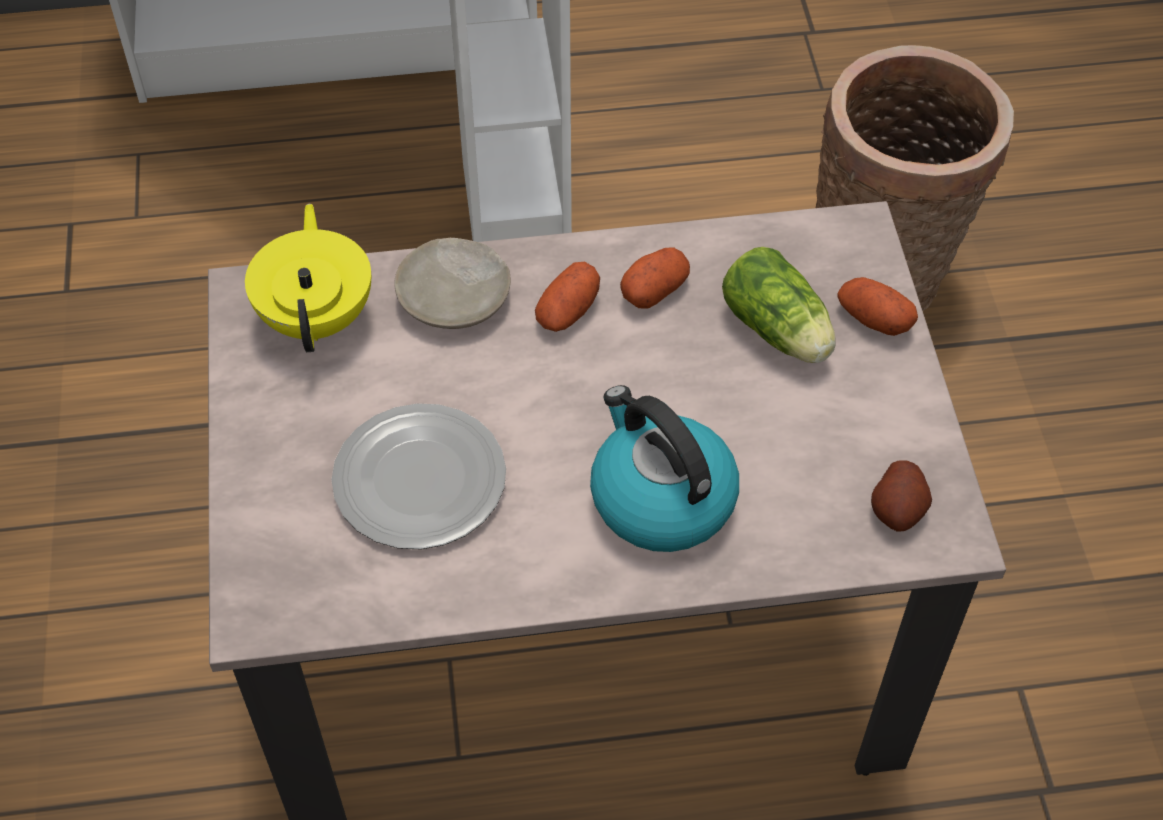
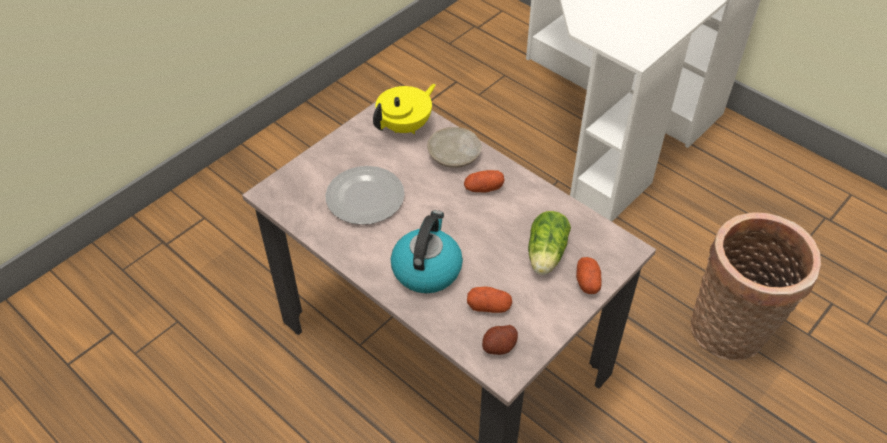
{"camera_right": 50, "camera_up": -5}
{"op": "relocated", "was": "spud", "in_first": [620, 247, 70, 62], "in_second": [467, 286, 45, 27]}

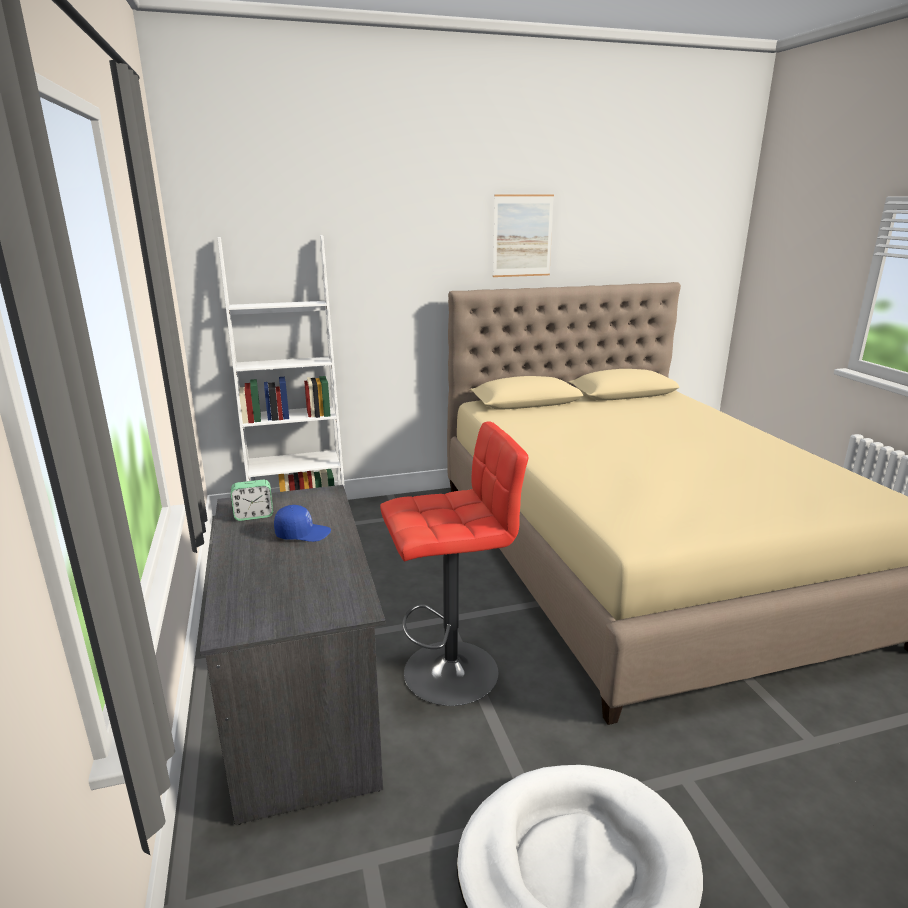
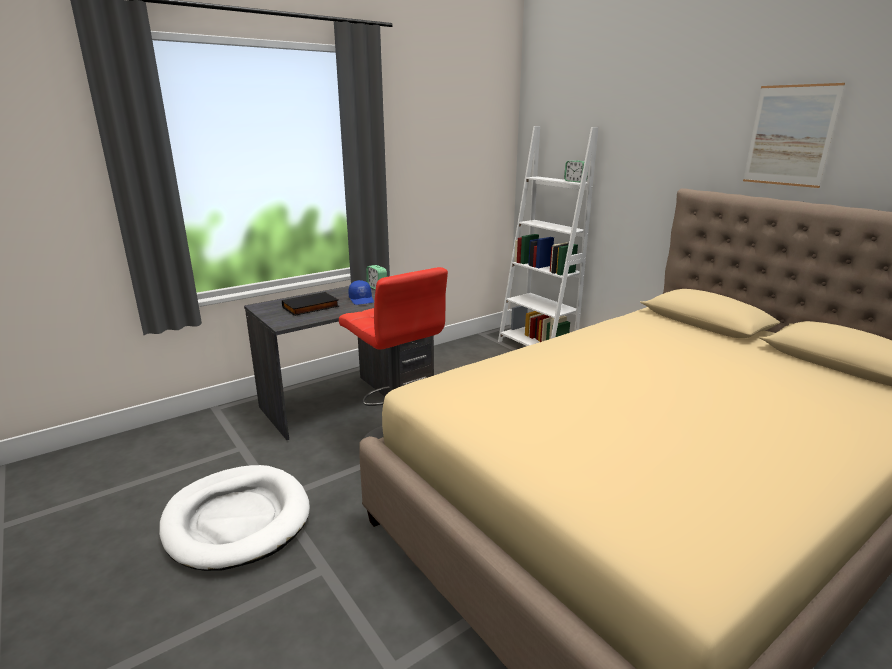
{"camera_right": 70, "camera_up": 0}
{"op": "appeared", "now": "black-coloured book", "in_second": [282, 292, 57, 24]}
{"op": "appeared", "now": "bedside clock", "in_second": [564, 161, 24, 21]}

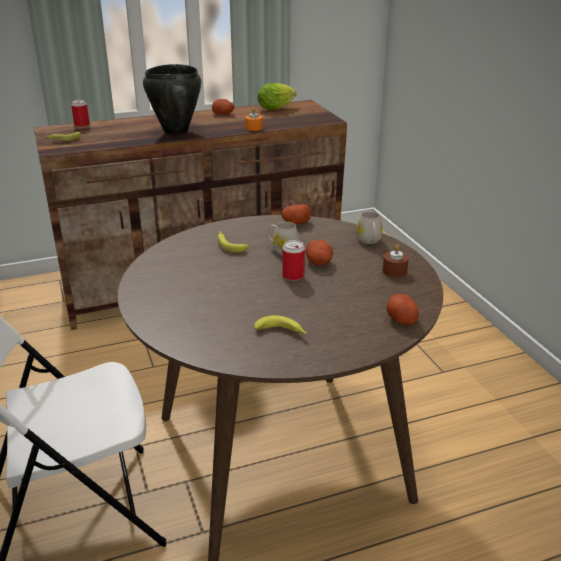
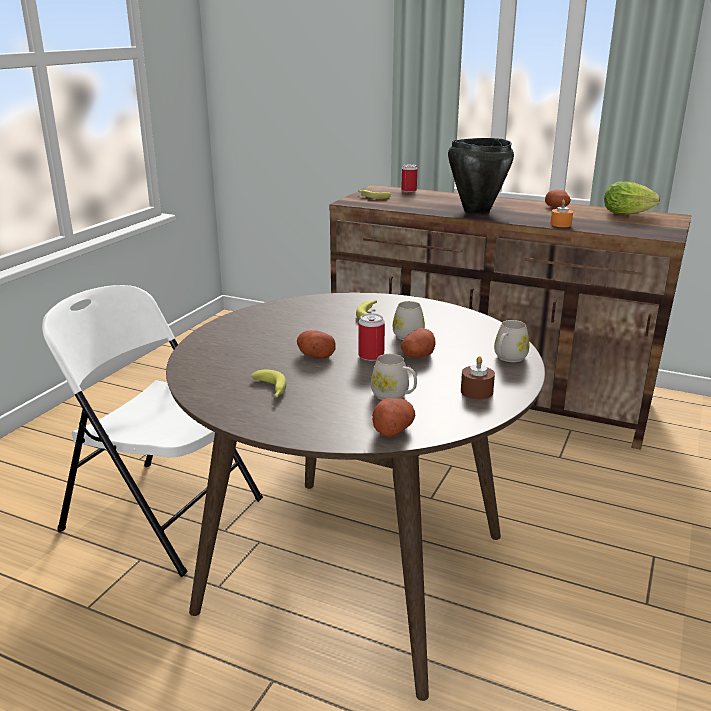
{"camera_right": 45, "camera_up": -5}
{"op": "relocated", "was": "spud", "in_first": [281, 204, 30, 20], "in_second": [297, 330, 39, 29]}
{"op": "appeared", "now": "white-coloured tea mug", "in_second": [371, 354, 46, 46]}

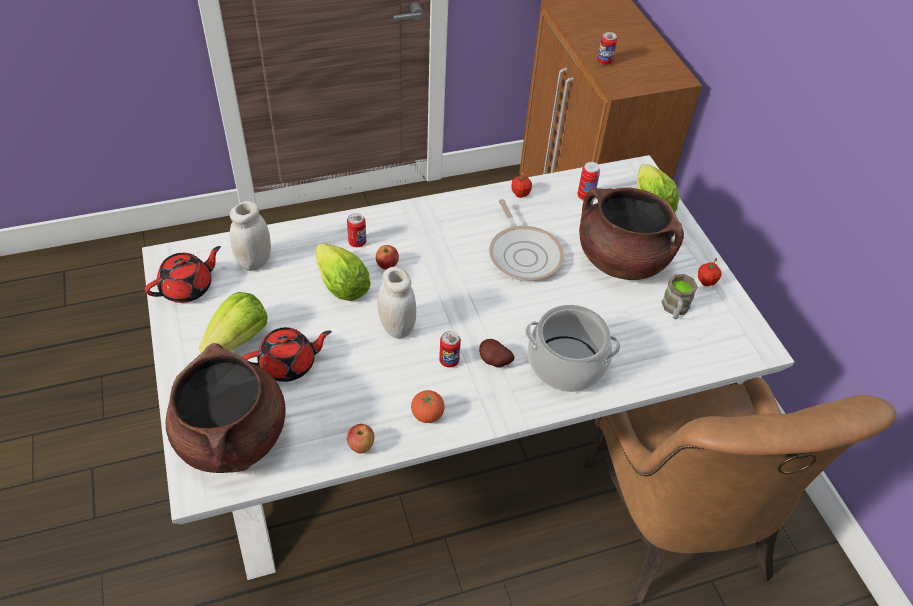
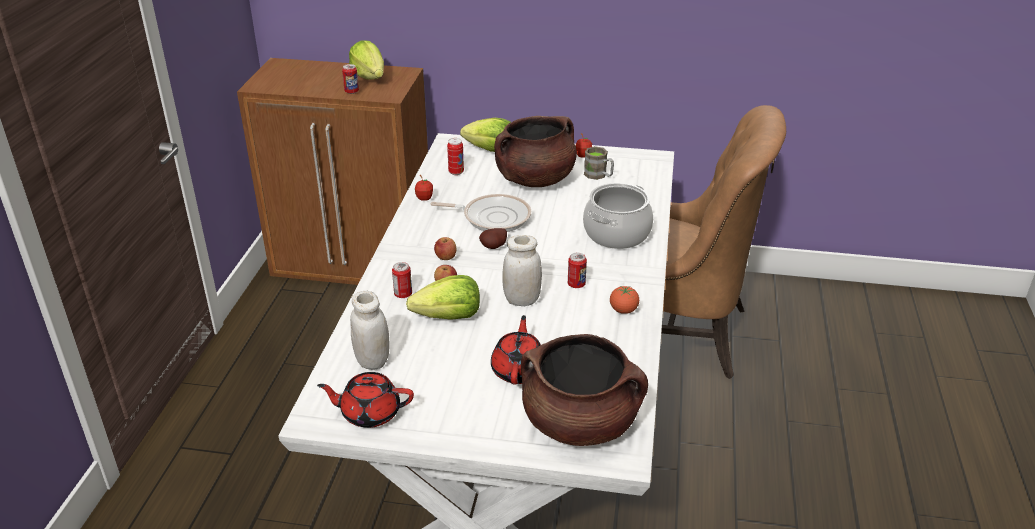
{"camera_right": -60, "camera_up": -15}
{"op": "spun", "was": "reddish tea pot", "in_first": [145, 246, 76, 57], "in_second": [317, 372, 97, 56], "clockwise": -75}
{"op": "relocated", "was": "lettuce", "in_first": [199, 292, 69, 61], "in_second": [349, 40, 35, 40]}
{"op": "relocated", "was": "apple", "in_first": [347, 424, 27, 30], "in_second": [434, 237, 22, 23]}
{"op": "relocated", "was": "spud", "in_first": [479, 339, 36, 29], "in_second": [479, 228, 28, 21]}

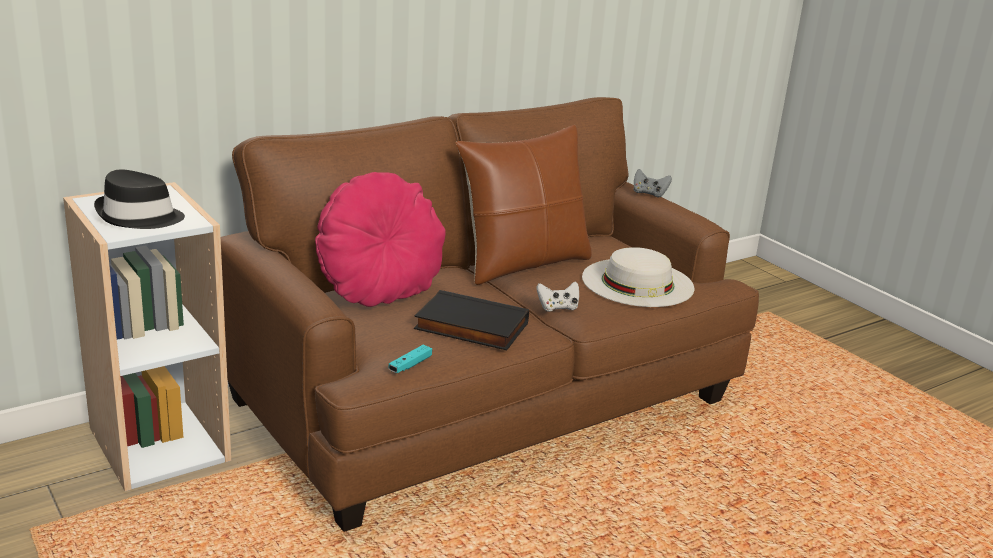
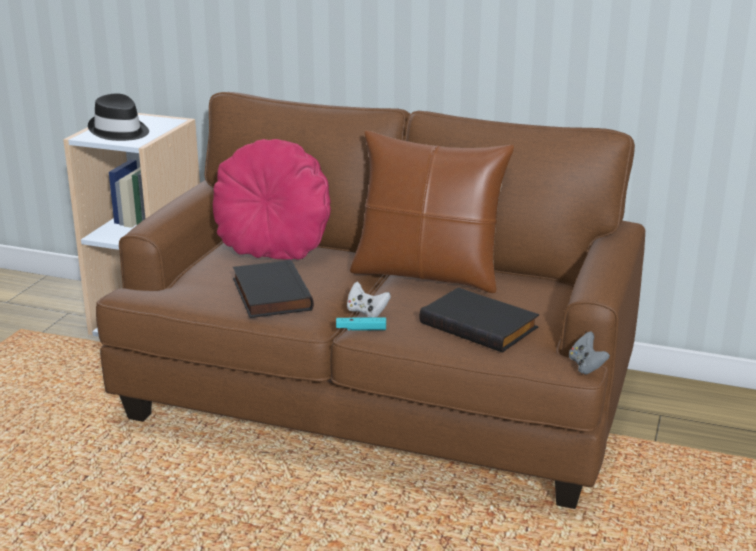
{"camera_right": 55, "camera_up": 0}
{"op": "relocated", "was": "turquoise-coloured joypad", "in_first": [388, 345, 44, 28], "in_second": [336, 317, 50, 14]}
{"op": "exchanged", "was": "white-coloured clothing hat", "now": "black-coloured book", "in_first": [582, 247, 112, 60], "in_second": [420, 287, 119, 66]}
{"op": "relocated", "was": "greyish joypad", "in_first": [633, 169, 39, 28], "in_second": [569, 331, 41, 43]}

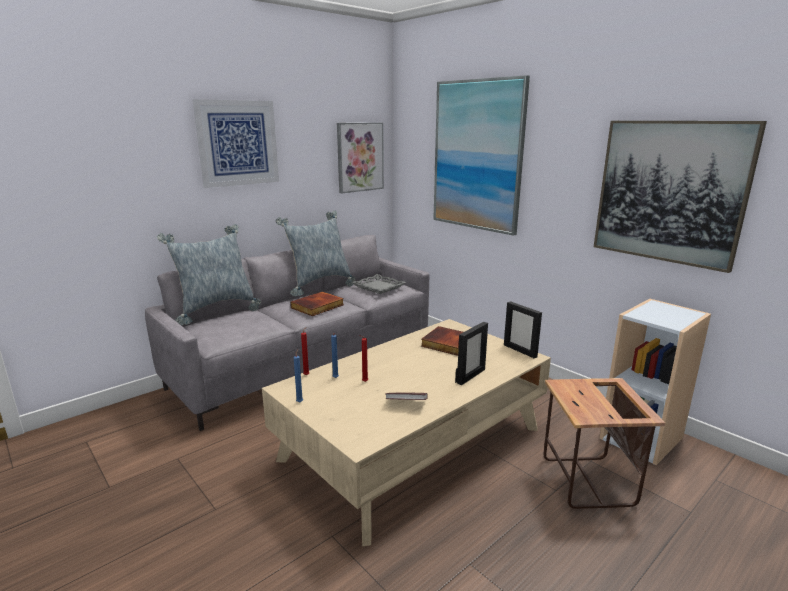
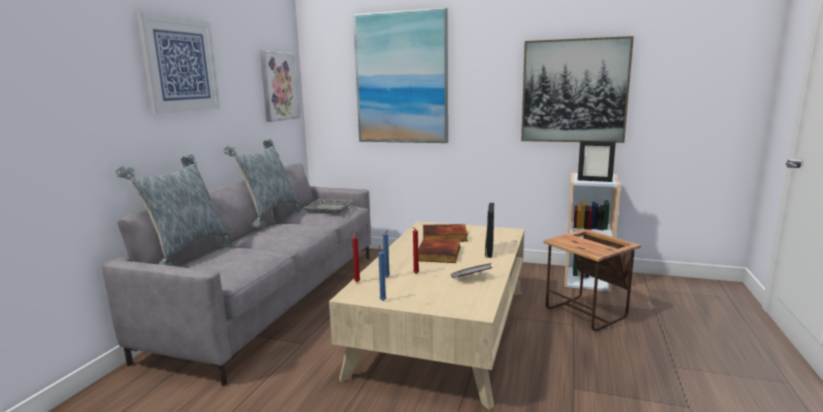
{"camera_right": -30, "camera_up": -5}
{"op": "relocated", "was": "book", "in_first": [290, 292, 54, 24], "in_second": [418, 238, 43, 25]}
{"op": "relocated", "was": "picture frame", "in_first": [504, 301, 38, 57], "in_second": [578, 140, 38, 42]}

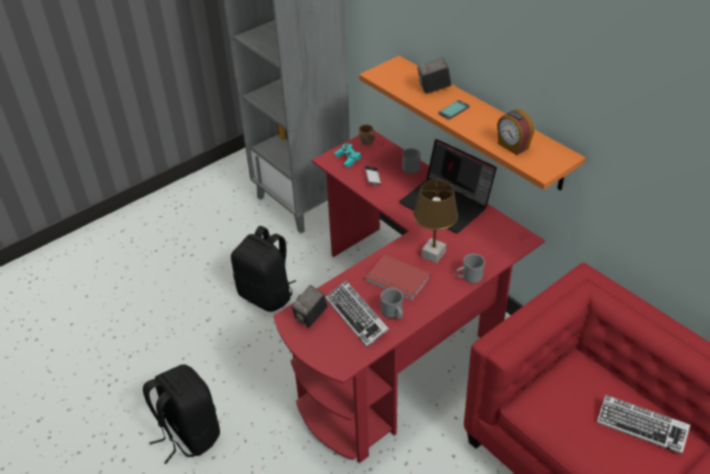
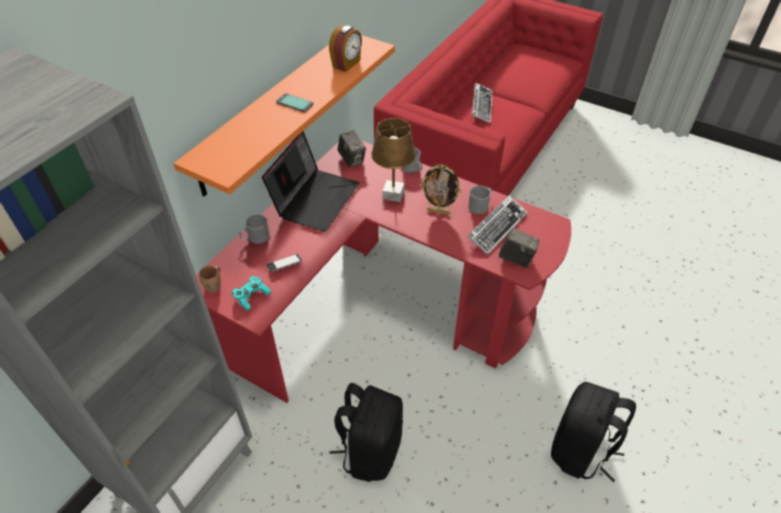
{"camera_right": -110, "camera_up": 5}
{"op": "exchanged", "was": "reddish book", "now": "picture frame", "in_first": [365, 254, 66, 47], "in_second": [420, 164, 41, 51]}
{"op": "relocated", "was": "photo camera", "in_first": [417, 58, 34, 36], "in_second": [337, 130, 29, 37]}

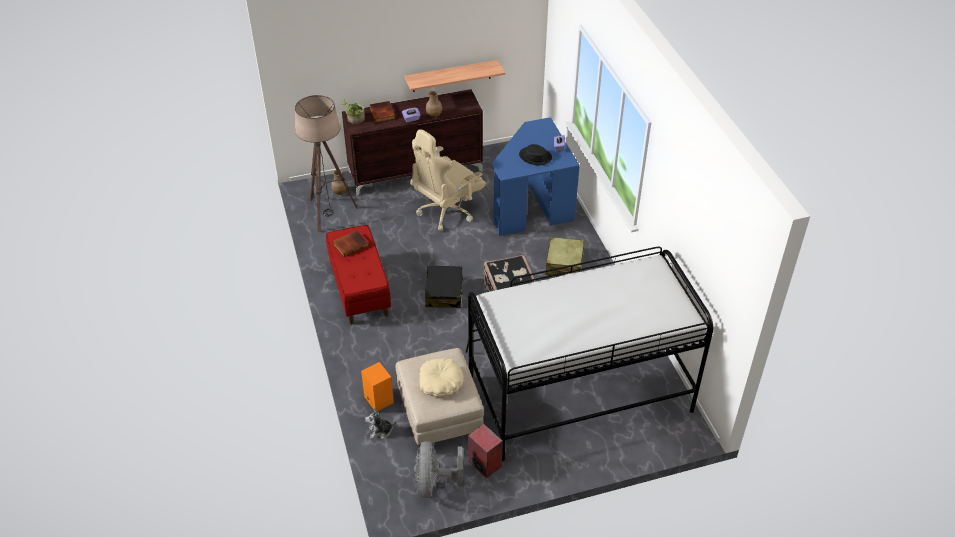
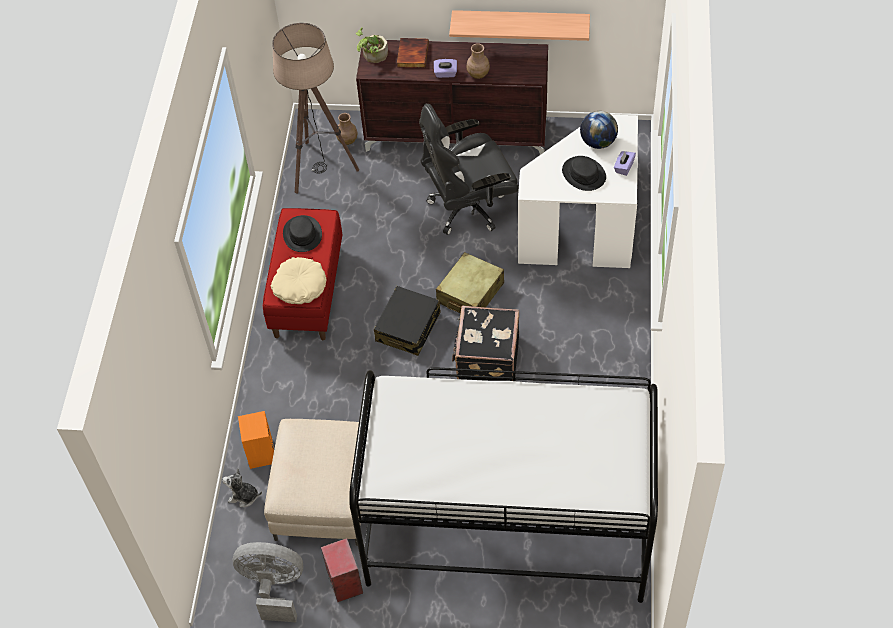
{"camera_right": 25, "camera_up": 10}
{"op": "exchanged", "was": "book", "now": "black-coloured clothing hat", "in_first": [333, 231, 35, 26], "in_second": [283, 215, 39, 37]}
{"op": "colour", "was": "sand-coloured office chair", "now": "black-coloured office chair", "in_first": [410, 129, 76, 102], "in_second": [419, 104, 100, 131]}
{"op": "spun", "was": "greyish electric fan", "in_first": [414, 441, 49, 57], "in_second": [233, 542, 70, 80], "clockwise": 75}
{"op": "relocated", "was": "sand-coloured throw pillow", "in_first": [419, 358, 44, 39], "in_second": [271, 257, 55, 47]}
{"op": "colour", "was": "bluish desk table", "now": "white-coloured desk table", "in_first": [492, 117, 88, 119], "in_second": [518, 115, 120, 153]}
{"op": "relocated", "was": "sand-coloured suitcase", "in_first": [545, 237, 39, 40], "in_second": [436, 252, 68, 62]}
{"op": "appeared", "now": "desk globe", "in_second": [580, 111, 38, 38]}

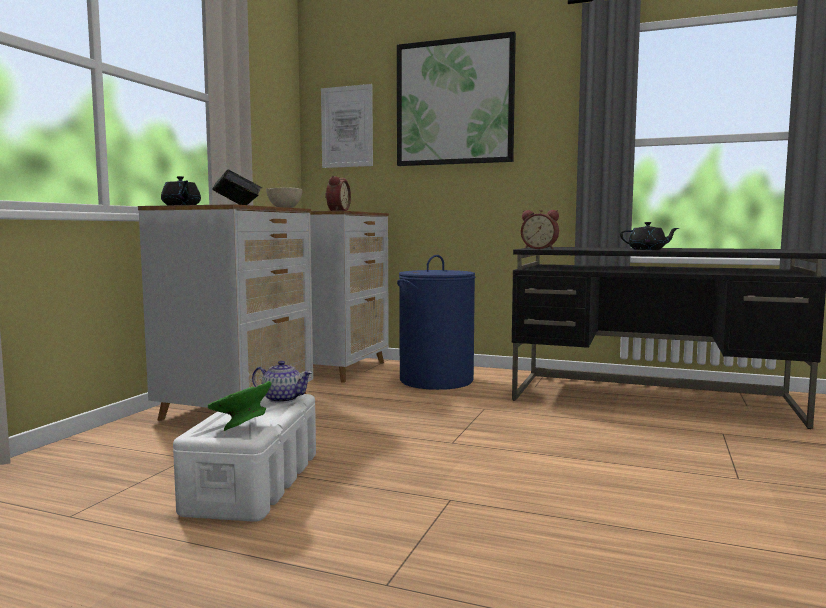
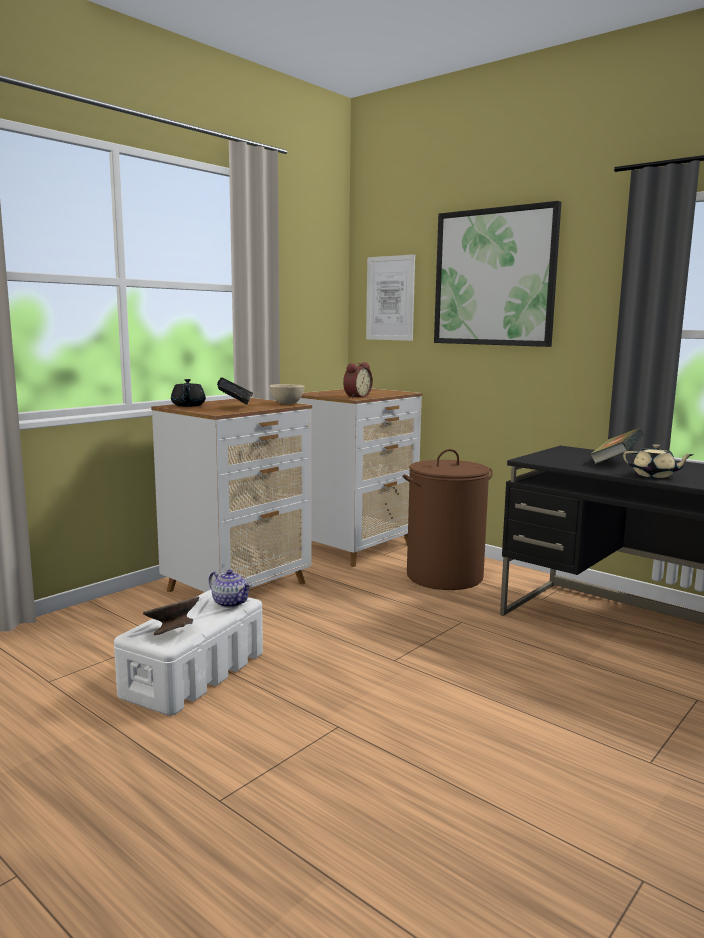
{"camera_right": 20, "camera_up": 5}
{"op": "colour", "was": "greenish serving bowl", "now": "greyish serving bowl", "in_first": [208, 381, 64, 50], "in_second": [143, 596, 56, 39]}
{"op": "colour", "was": "bluish laundry basket", "now": "brown laundry basket", "in_first": [397, 255, 78, 135], "in_second": [403, 449, 90, 141]}
{"op": "missing", "was": "bedside clock", "in_first": [521, 210, 38, 39]}
{"op": "colour", "was": "black-coloured tea pot", "now": "sand-coloured tea pot", "in_first": [620, 222, 59, 28], "in_second": [623, 444, 71, 34]}
{"op": "appeared", "now": "book", "in_second": [589, 428, 55, 36]}

